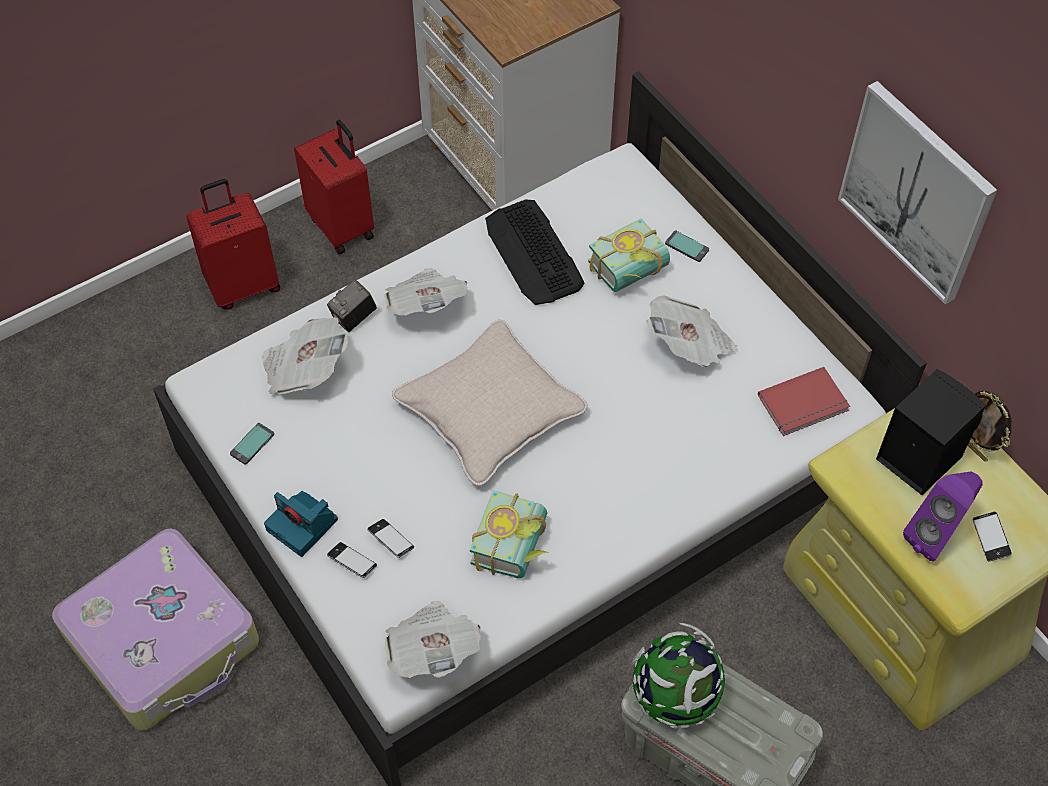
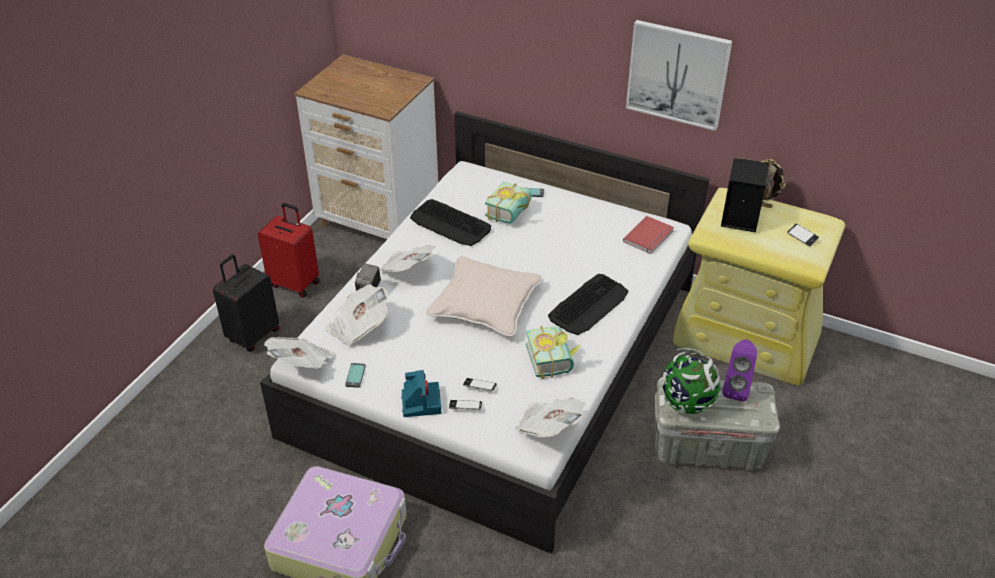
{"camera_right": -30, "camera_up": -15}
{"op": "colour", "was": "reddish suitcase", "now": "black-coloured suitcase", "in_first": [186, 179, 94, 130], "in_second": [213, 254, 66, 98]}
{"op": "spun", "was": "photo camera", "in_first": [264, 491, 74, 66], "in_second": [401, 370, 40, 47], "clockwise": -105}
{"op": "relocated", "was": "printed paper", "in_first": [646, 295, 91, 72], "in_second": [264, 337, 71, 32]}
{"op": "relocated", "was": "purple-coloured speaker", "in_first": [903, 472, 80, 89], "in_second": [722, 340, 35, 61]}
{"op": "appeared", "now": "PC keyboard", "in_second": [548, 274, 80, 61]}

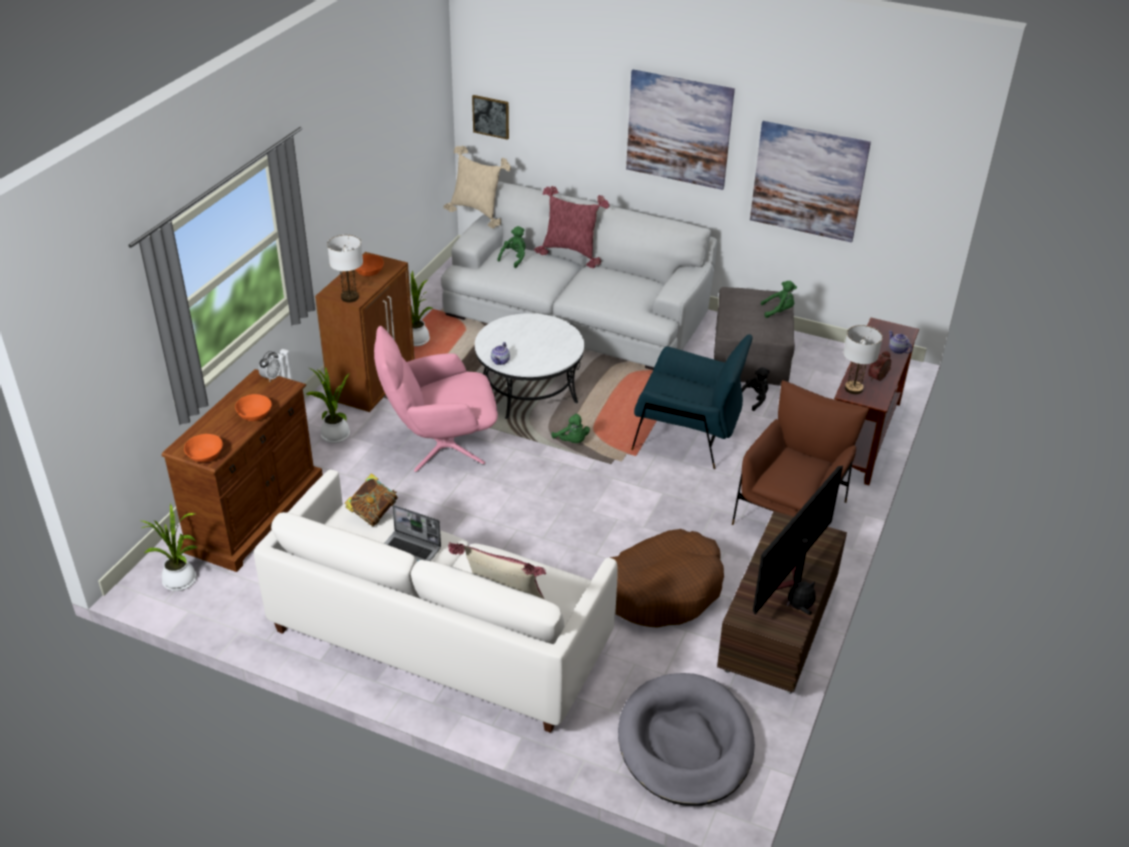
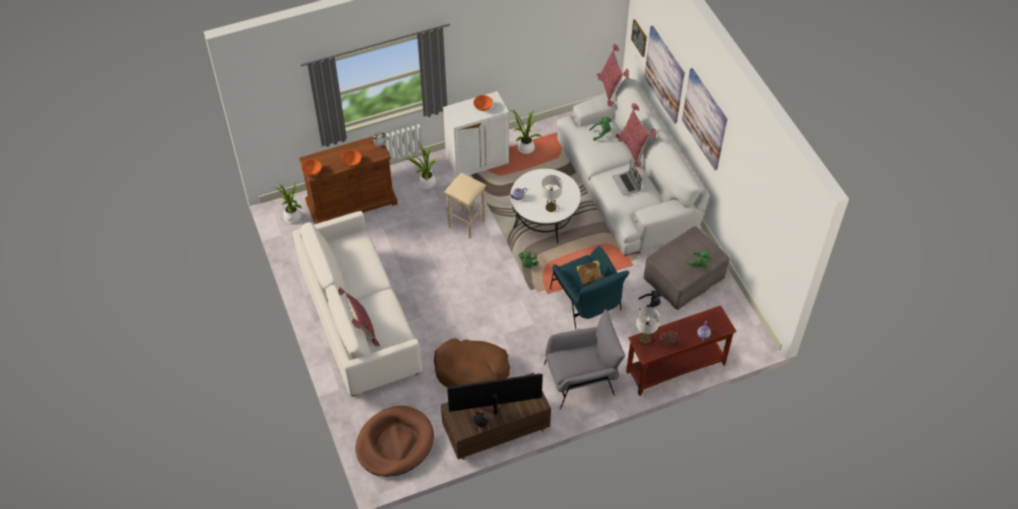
{"camera_right": 45, "camera_up": 15}
{"op": "colour", "was": "brown cabinet", "now": "white-coloured cabinet", "in_first": [315, 252, 100, 160], "in_second": [443, 91, 66, 87]}
{"op": "relocated", "was": "lamp for a table", "in_first": [327, 235, 36, 68], "in_second": [542, 175, 20, 37]}
{"op": "relocated", "was": "book", "in_first": [344, 473, 54, 53], "in_second": [576, 260, 28, 26]}
{"op": "exchanged", "was": "pink armchair", "now": "sand-coloured sitting stool", "in_first": [374, 326, 124, 147], "in_second": [444, 172, 42, 66]}
{"op": "relocated", "was": "portable computer", "in_first": [384, 505, 57, 56], "in_second": [612, 159, 30, 37]}
{"op": "colour", "was": "sand-coloured throw pillow", "now": "reddish throw pillow", "in_first": [444, 145, 67, 84], "in_second": [597, 44, 32, 63]}
{"op": "colour", "was": "greyish pet bed", "now": "brown pet bed", "in_first": [618, 673, 137, 133], "in_second": [355, 406, 79, 71]}
{"op": "colour", "was": "brown armchair", "now": "greyish armchair", "in_first": [732, 380, 137, 145], "in_second": [544, 309, 81, 100]}
{"op": "relocated", "was": "wall art", "in_first": [750, 121, 121, 122], "in_second": [644, 26, 41, 98]}

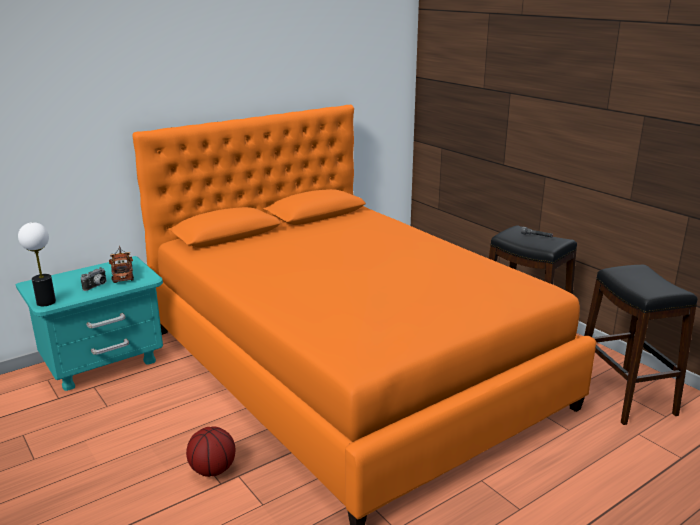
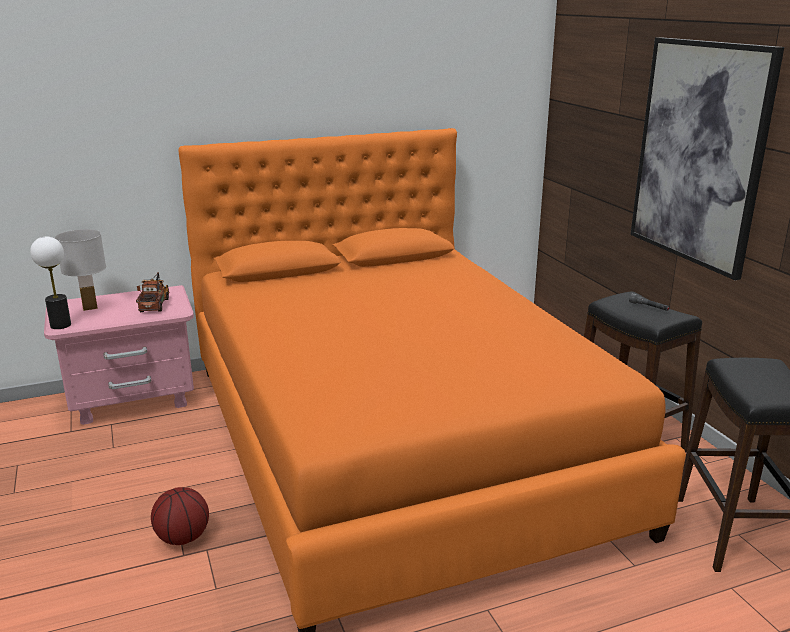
{"camera_right": 15, "camera_up": 0}
{"op": "colour", "was": "turquoise-coloured nightstand", "now": "pink nightstand", "in_first": [16, 256, 147, 135], "in_second": [44, 285, 150, 140]}
{"op": "missing", "was": "photo camera", "in_first": [81, 267, 25, 24]}
{"op": "appeared", "now": "white-coloured lamp for a table", "in_second": [55, 229, 51, 82]}
{"op": "appeared", "now": "wall art", "in_second": [630, 37, 154, 243]}

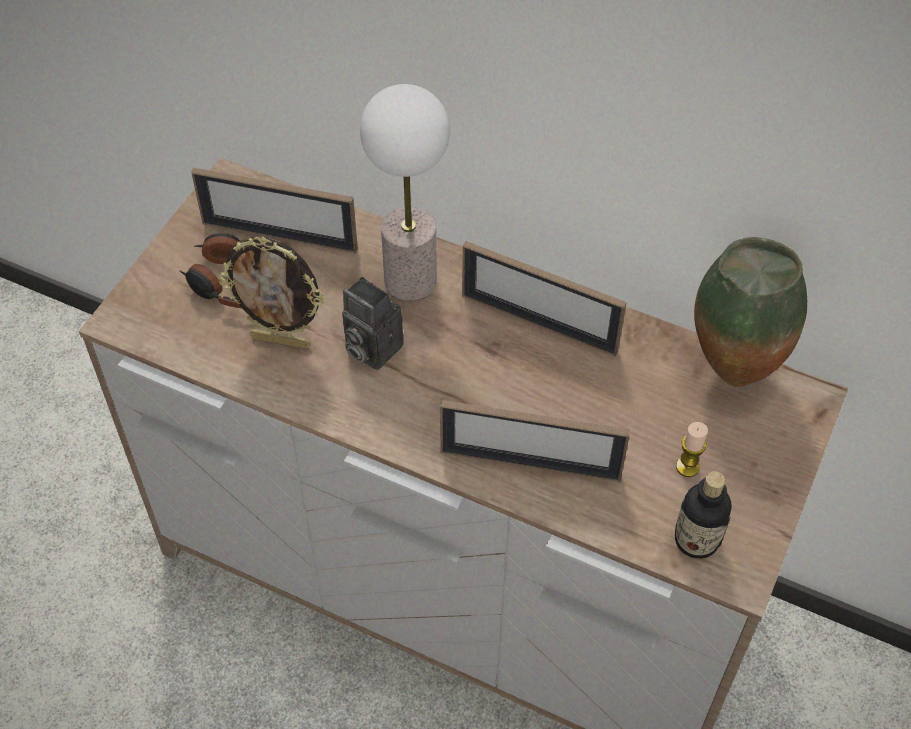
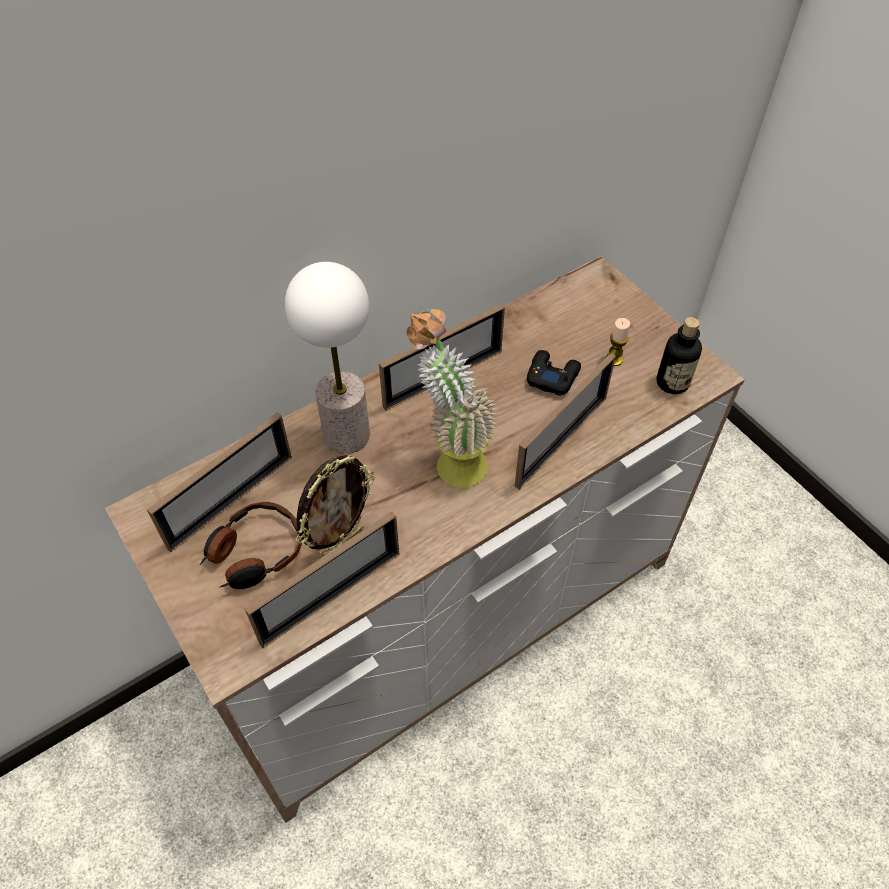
{"camera_right": -60, "camera_up": 0}
{"op": "missing", "was": "photo camera", "in_first": [342, 277, 62, 93]}
{"op": "missing", "was": "decorative vase", "in_first": [694, 237, 113, 150]}
{"op": "appeared", "now": "picture frame", "in_second": [245, 511, 154, 137]}
{"op": "appeared", "now": "plant in a pot", "in_second": [407, 308, 89, 180]}
{"op": "appeared", "now": "black-coloured joypad", "in_second": [527, 350, 54, 46]}

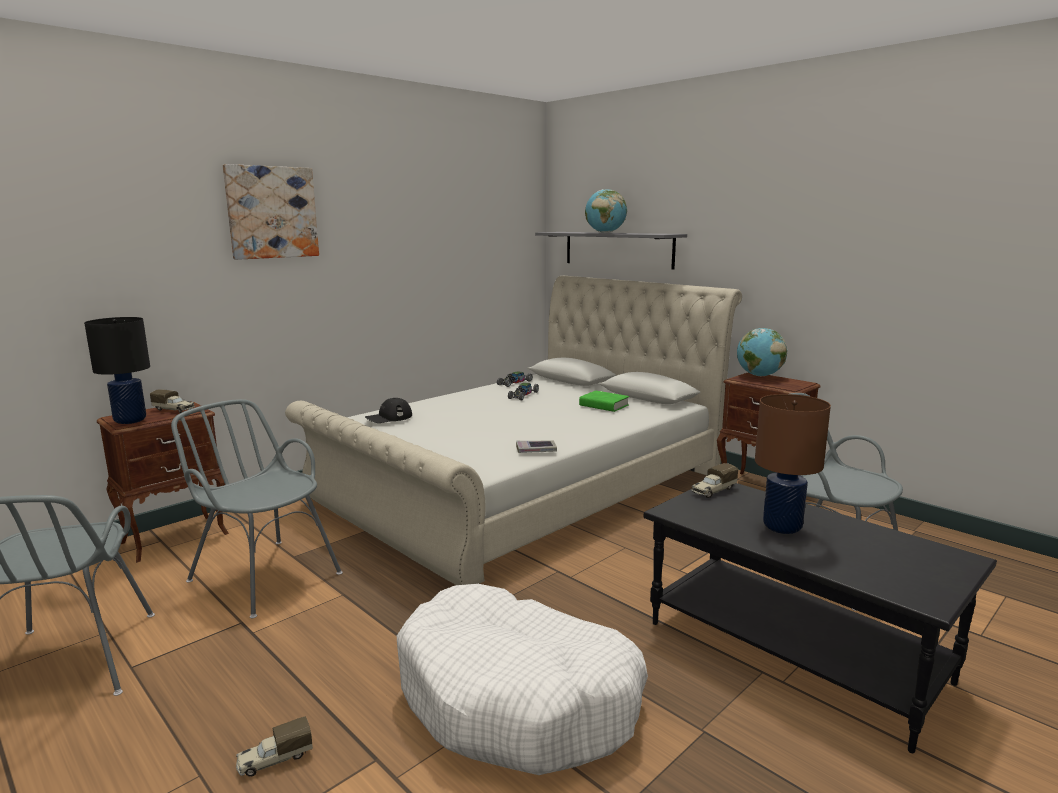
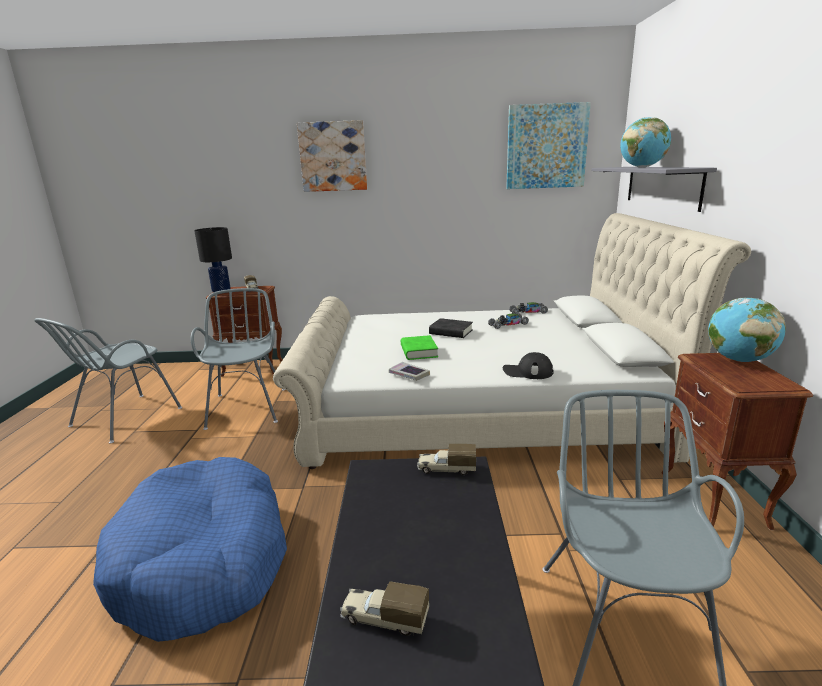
{"camera_right": 45, "camera_up": 5}
{"op": "relocated", "was": "model truck", "in_first": [236, 716, 77, 61], "in_second": [340, 581, 89, 55]}
{"op": "relocated", "was": "black-coloured baseball cap", "in_first": [365, 398, 47, 25], "in_second": [503, 352, 51, 27]}
{"op": "colour", "was": "white-coloured pet bed", "now": "bluish pet bed", "in_first": [397, 584, 251, 191], "in_second": [93, 457, 194, 185]}
{"op": "relocated", "was": "greenish book", "in_first": [579, 391, 50, 21], "in_second": [401, 335, 37, 25]}
{"op": "missing", "was": "brown lamp for a table", "in_first": [755, 394, 76, 140]}
{"op": "appeared", "now": "black-coloured book", "in_second": [429, 318, 44, 20]}
{"op": "appeared", "now": "wall art", "in_second": [506, 102, 85, 87]}

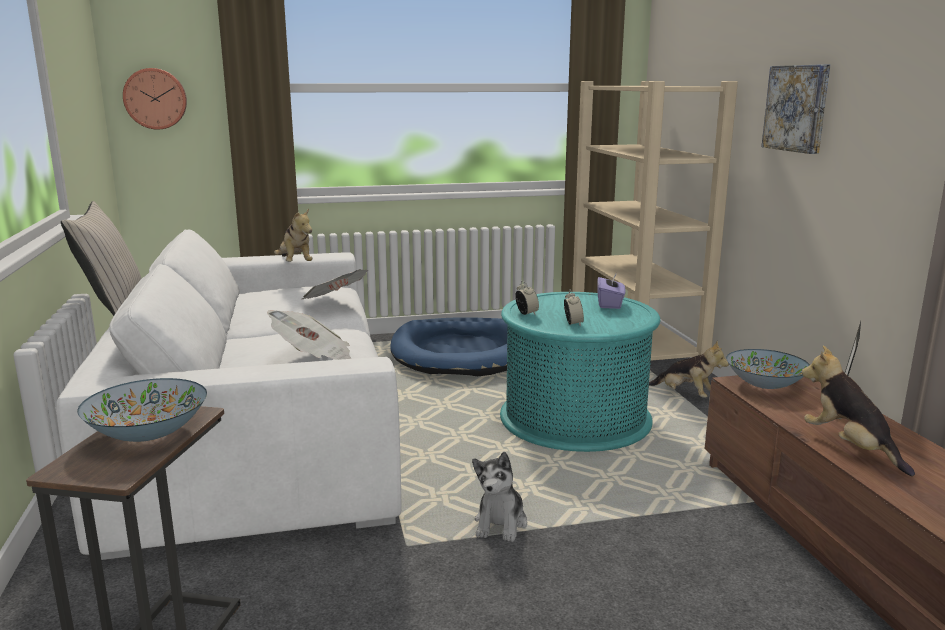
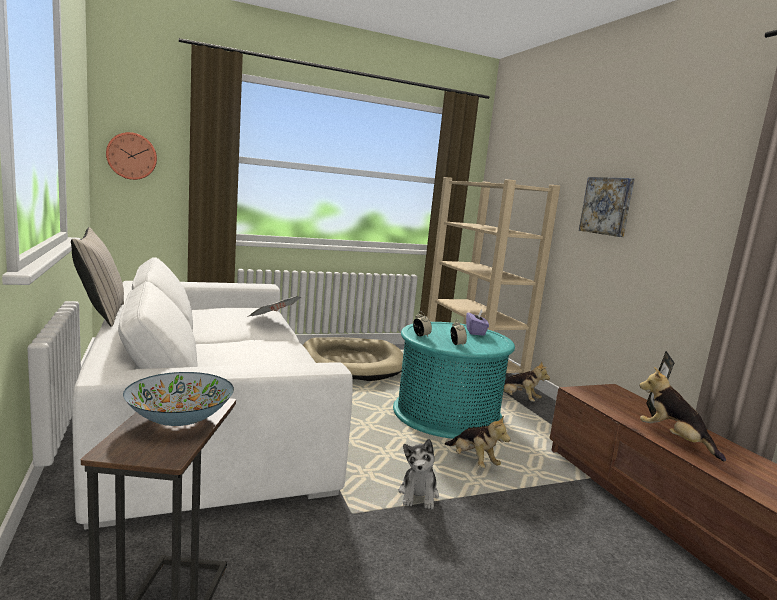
{"camera_right": -10, "camera_up": -5}
{"op": "missing", "was": "printed paper", "in_first": [267, 310, 84, 50]}
{"op": "relocated", "was": "cuddly toy", "in_first": [274, 208, 38, 54], "in_second": [445, 415, 66, 53]}
{"op": "colour", "was": "bluish pet bed", "now": "sand-coloured pet bed", "in_first": [390, 317, 118, 59], "in_second": [303, 337, 100, 44]}
{"op": "missing", "was": "serving bowl", "in_first": [726, 349, 84, 40]}

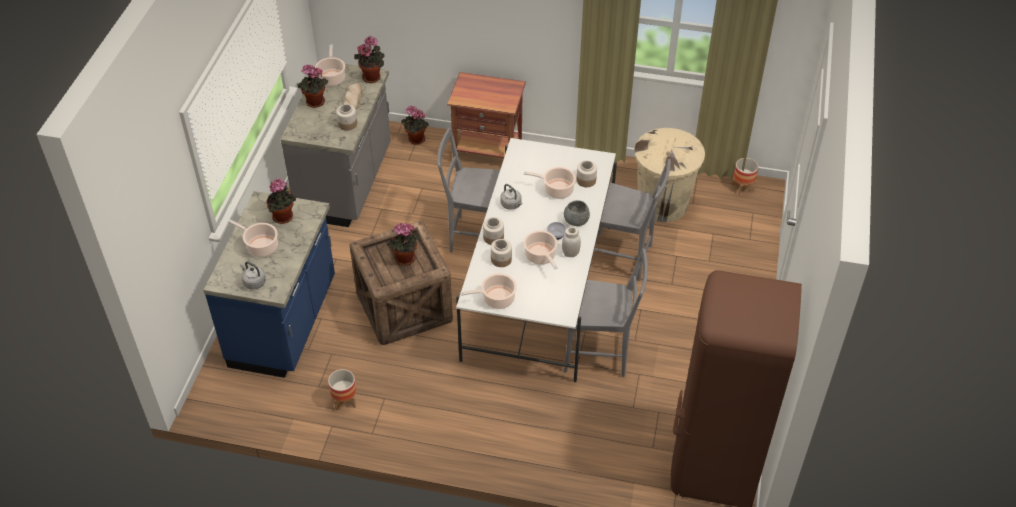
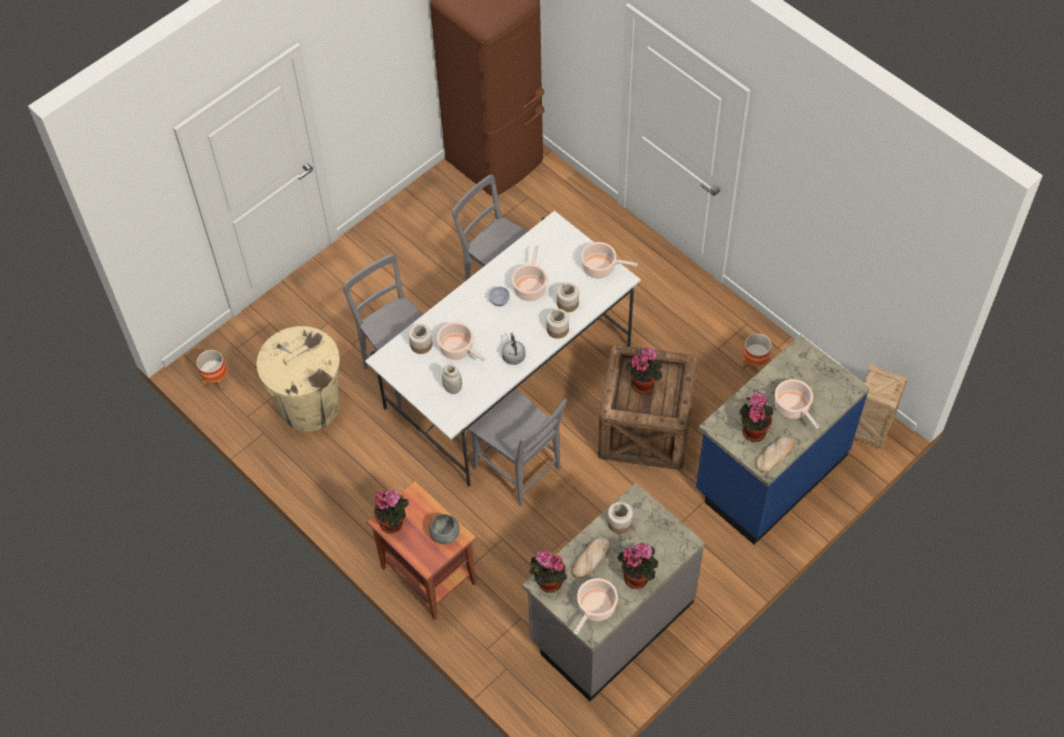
{"camera_right": -145, "camera_up": 10}
{"op": "missing", "was": "greyish water kettle", "in_first": [240, 261, 26, 29]}
{"op": "relocated", "was": "plant in a pot", "in_first": [401, 106, 28, 39], "in_second": [374, 490, 35, 44]}
{"op": "relocated", "was": "white-coloured jar", "in_first": [562, 227, 19, 30], "in_second": [442, 364, 20, 30]}
{"op": "relocated", "was": "greyish serving bowl", "in_first": [564, 200, 26, 26], "in_second": [429, 514, 31, 30]}
{"op": "appeared", "now": "bread", "in_second": [755, 437, 40, 36]}
{"op": "appeared", "now": "packing crate", "in_second": [854, 364, 54, 85]}

